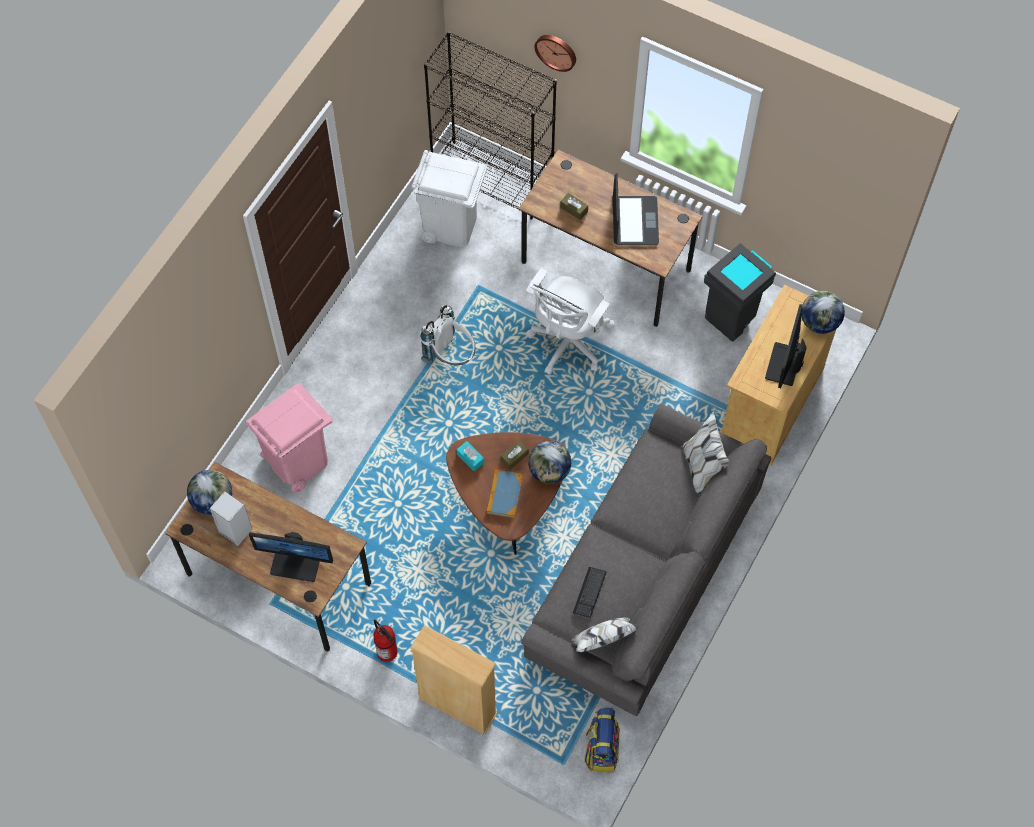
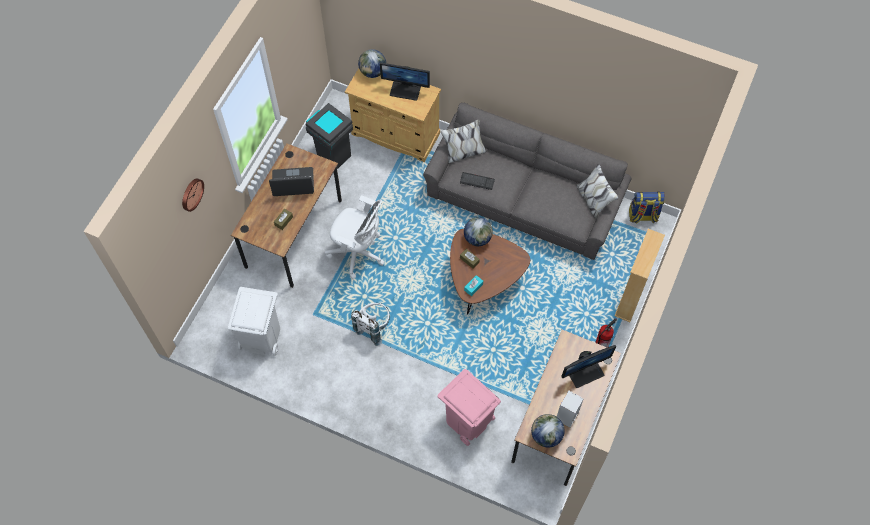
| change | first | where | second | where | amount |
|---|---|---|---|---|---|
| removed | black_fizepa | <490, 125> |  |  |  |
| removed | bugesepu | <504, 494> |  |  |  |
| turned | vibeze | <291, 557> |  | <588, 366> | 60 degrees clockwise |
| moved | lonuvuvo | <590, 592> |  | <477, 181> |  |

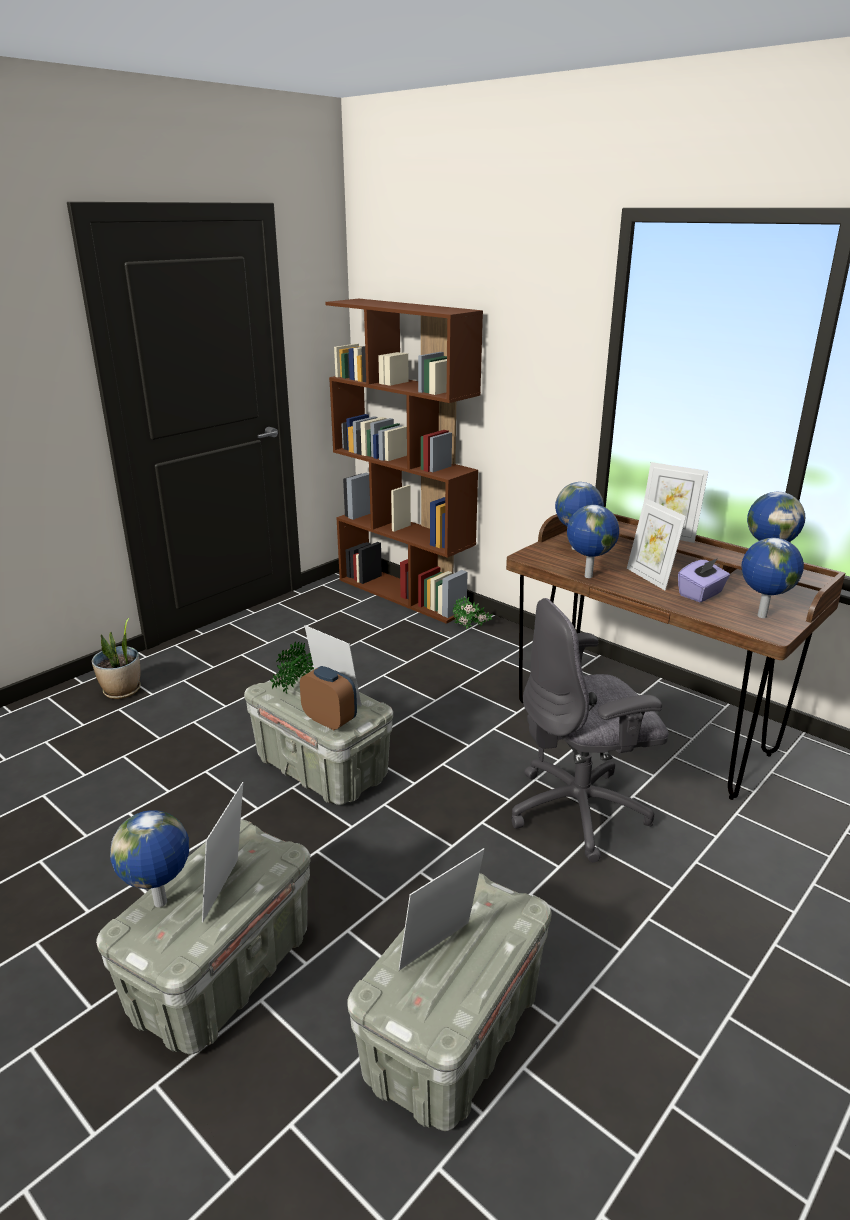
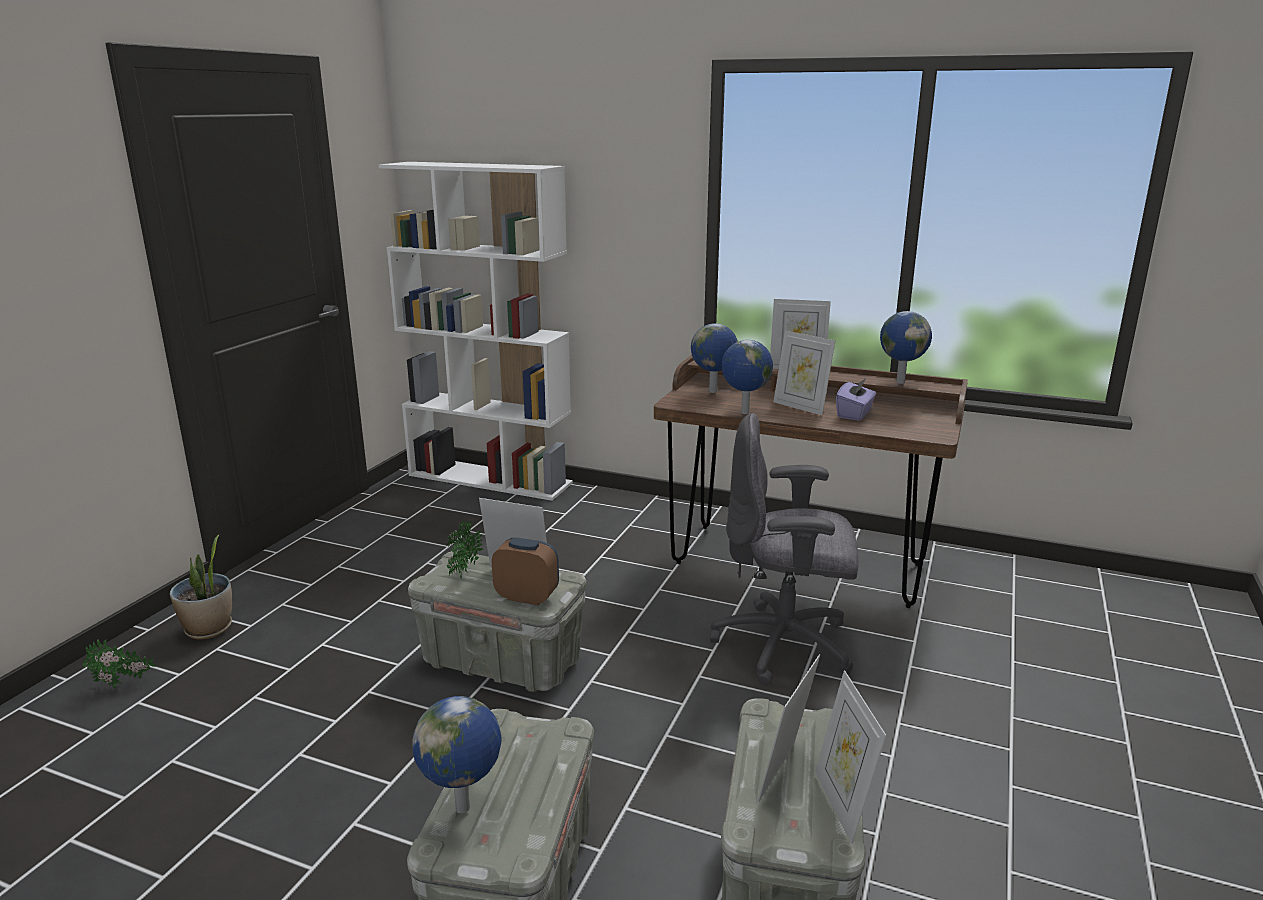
| change | first | where | second | where | amount |
|---|---|---|---|---|---|
| recoloured | brown_fizepa | <404, 461> | white_fizepa | <475, 331> |  |
| removed | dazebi | <772, 578> |  |  |  |
| moved | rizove | <473, 612> |  | <119, 664> |  |
| turned | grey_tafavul | <590, 730> |  | <784, 549> | 45 degrees clockwise |
| moved | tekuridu | <222, 852> |  | <850, 757> |  |

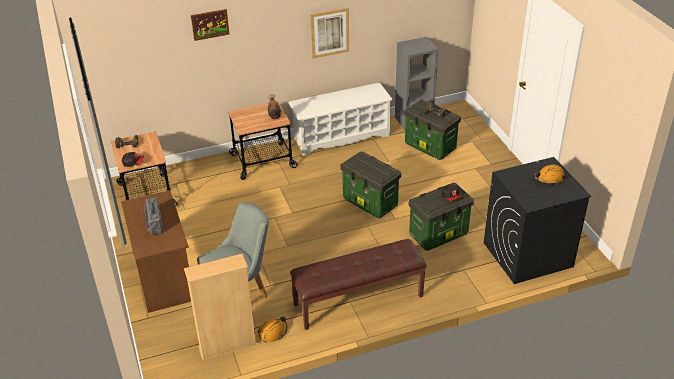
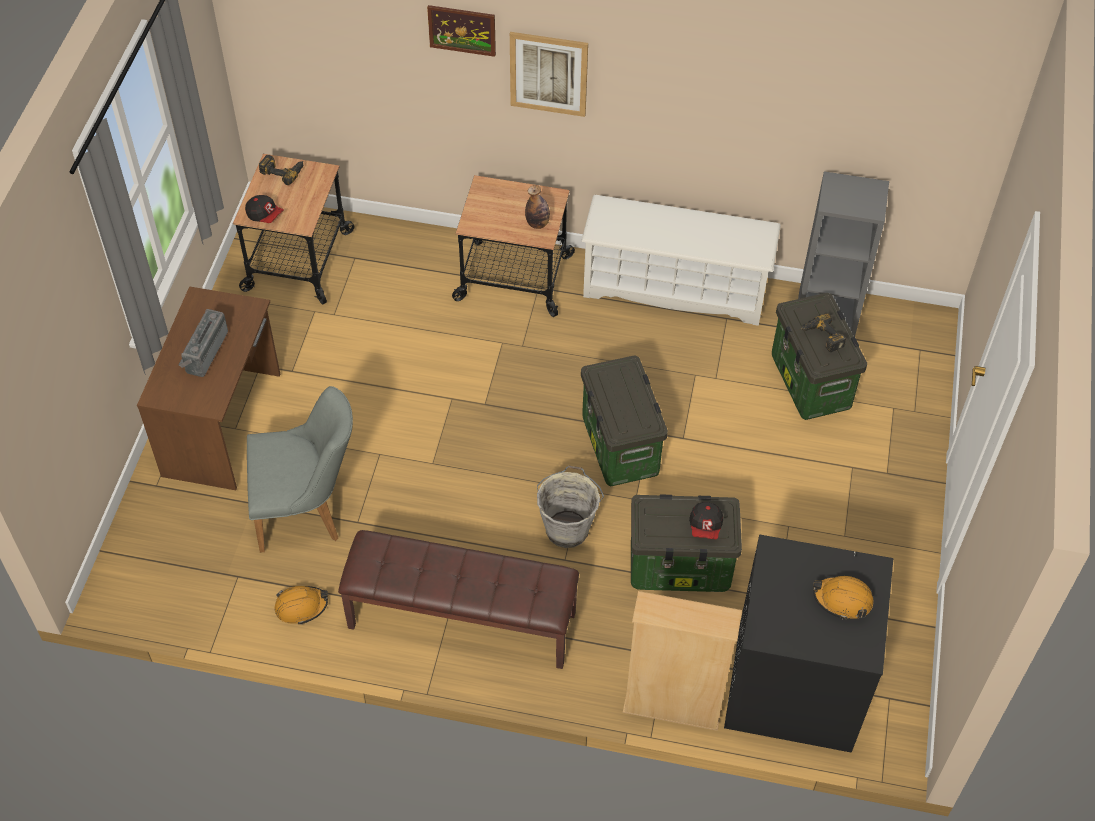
| change | first | where | second | where | amount |
|---|---|---|---|---|---|
| moved | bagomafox | <329, 33> |  | <549, 74> |  |
| moved | beige_fizepa | <220, 307> |  | <682, 661> |  |
| added |  |  | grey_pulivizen | <570, 506> |  |

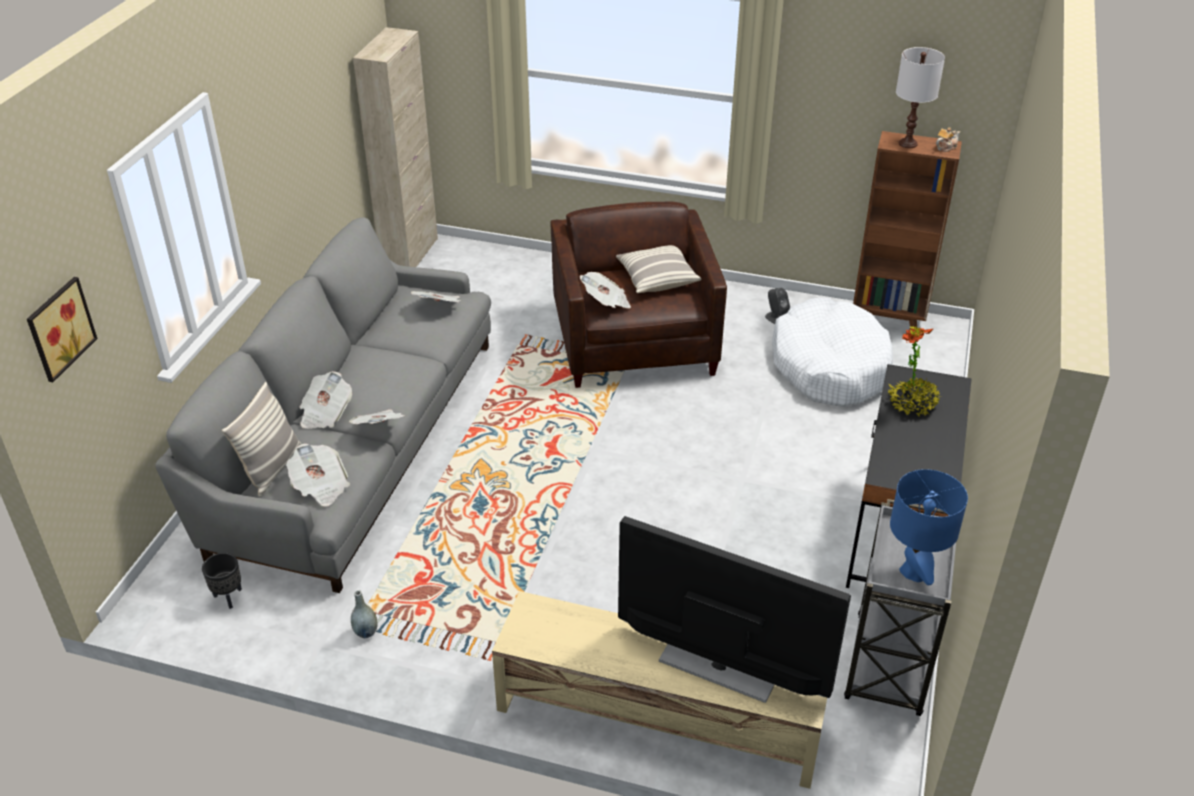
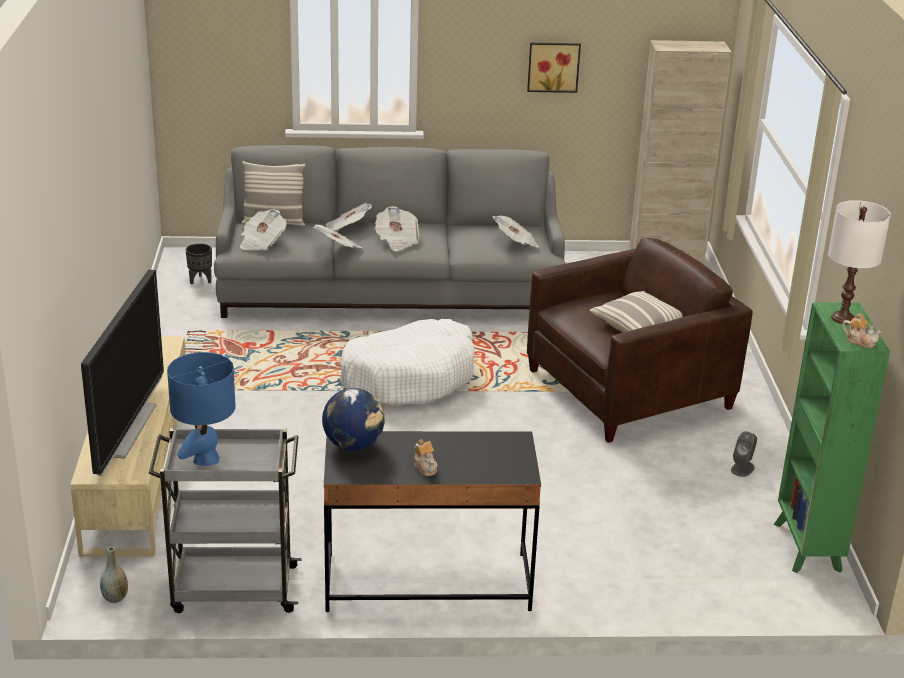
| change | first | where | second | where | amount |
|---|---|---|---|---|---|
| recoloured | brown_fizepa | <907, 229> | green_fizepa | <832, 437> |  |
| moved | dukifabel | <605, 290> |  | <397, 228> |  |
| moved | bagomafox | <62, 329> |  | <554, 68> |  |
| moved | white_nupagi | <832, 352> |  | <407, 362> |  |
| removed | rizove | <914, 371> |  |  |  |
| moved | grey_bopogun | <364, 614> |  | <114, 575> |  |
| added |  |  | dazebi | <353, 419> |  |
| added |  |  | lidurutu | <426, 457> |  |

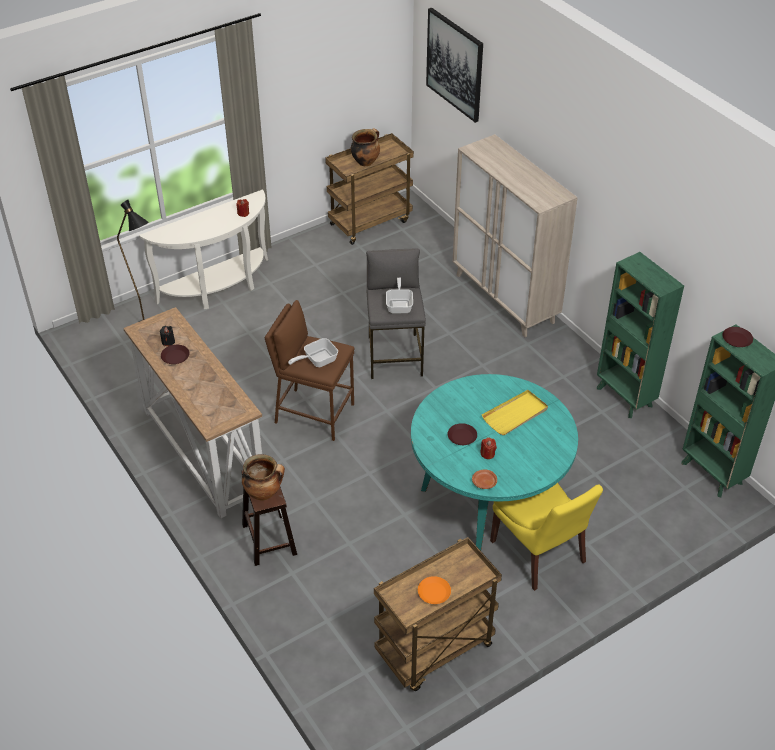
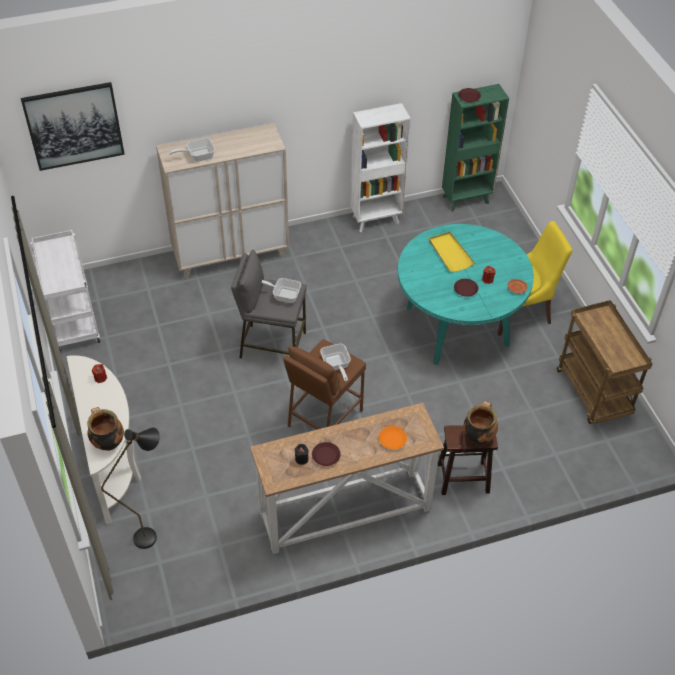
| change | first | where | second | where | amount |
|---|---|---|---|---|---|
| moved | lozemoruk | <365, 147> |  | <105, 429> |  |
| recoloured | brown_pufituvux | <369, 189> | white_pufituvux | <65, 291> |  |
| recoloured | green_fizepa | <640, 335> | white_fizepa | <381, 167> |  |
| moved | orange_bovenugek | <434, 590> |  | <393, 437> |  |
| added |  |  | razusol | <192, 150> |  |

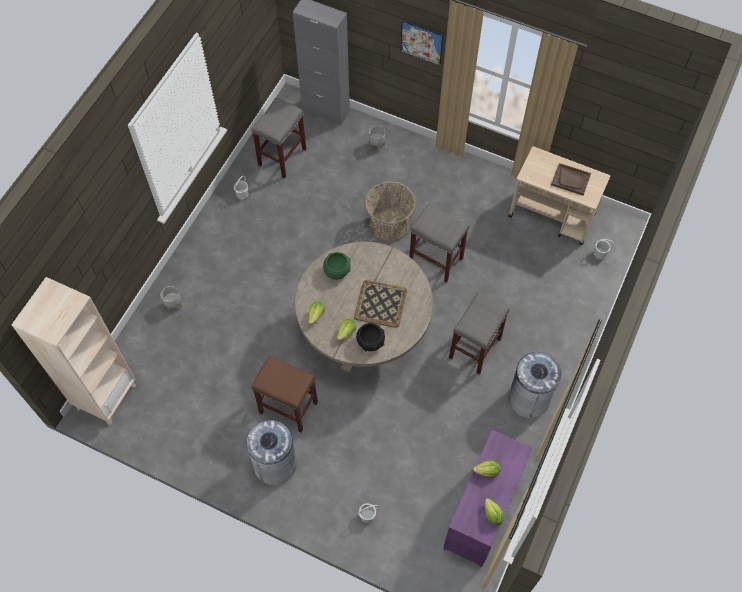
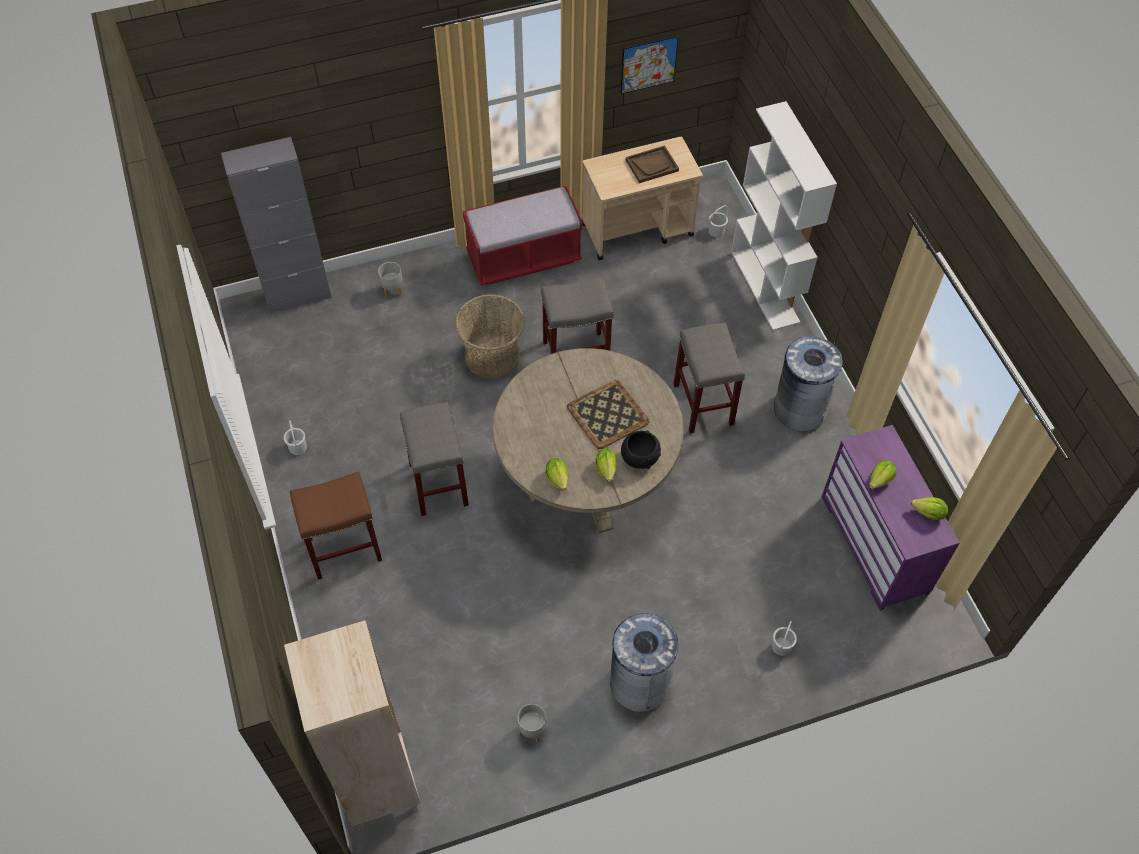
| change | first | where | second | where | amount |
|---|---|---|---|---|---|
| moved | bagomafox | <422, 43> |  | <650, 65> |  |
| moved | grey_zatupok | <278, 138> |  | <434, 459> |  |
| removed | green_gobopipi | <337, 266> |  |  |  |
| moved | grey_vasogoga | <171, 299> |  | <532, 723> |  |
| moved | brown_zatupok | <285, 394> |  | <336, 526> |  |
| added |  |  | white_fizepa | <784, 216> |  |
| added |  |  | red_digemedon | <523, 235> |  |

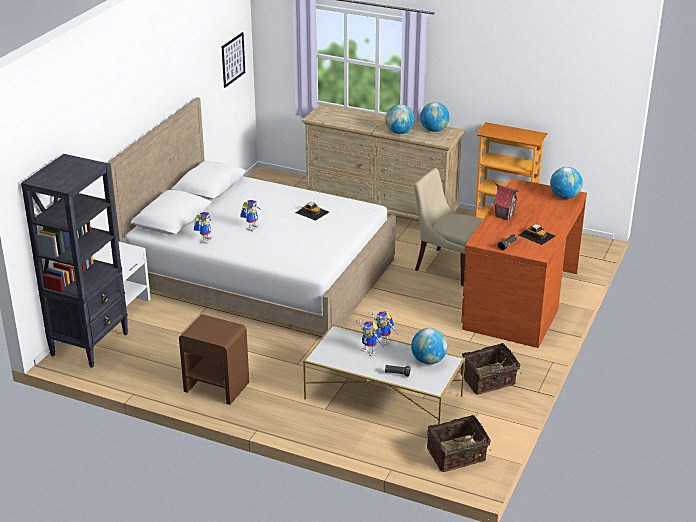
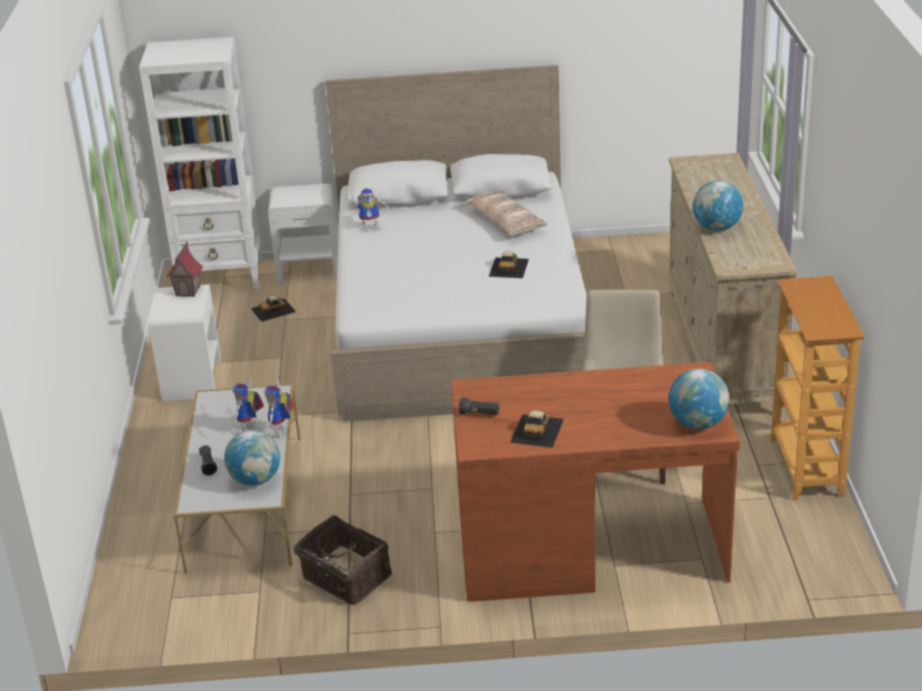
| change | first | where | second | where | amount |
|---|---|---|---|---|---|
| removed | bagomafox | <233, 60> |  |  |  |
| removed | dazebi | <435, 117> |  |  |  |
| recoloured | black_fizepa | <74, 261> | white_fizepa | <201, 164> |  |
| moved | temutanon | <506, 201> |  | <184, 269> |  |
| removed | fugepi | <250, 215> |  |  |  |
| recoloured | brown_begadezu | <214, 359> | white_begadezu | <184, 342> |  |
| removed | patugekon | <459, 443> |  |  |  |
| added |  |  | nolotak | <506, 213> |  |
| added |  |  | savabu | <273, 308> |  |

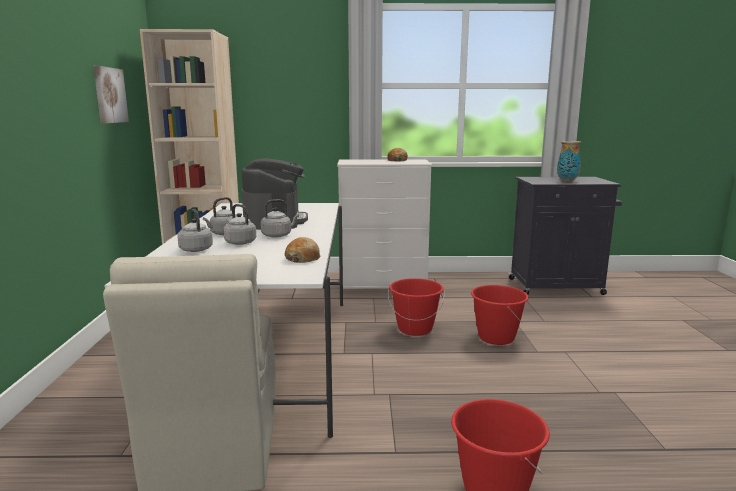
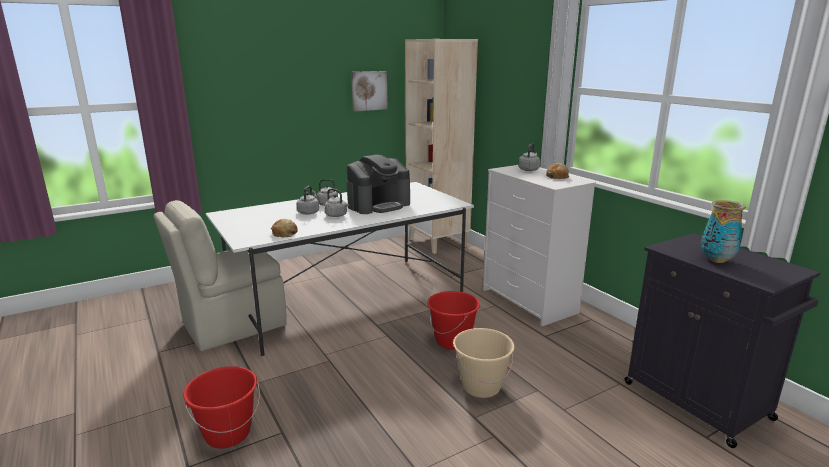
| change | first | where | second | where | amount |
|---|---|---|---|---|---|
| moved | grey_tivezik | <195, 230> |  | <529, 157> |  |
| recoloured | red_pulivizen | <500, 315> | beige_pulivizen | <484, 363> |  |

